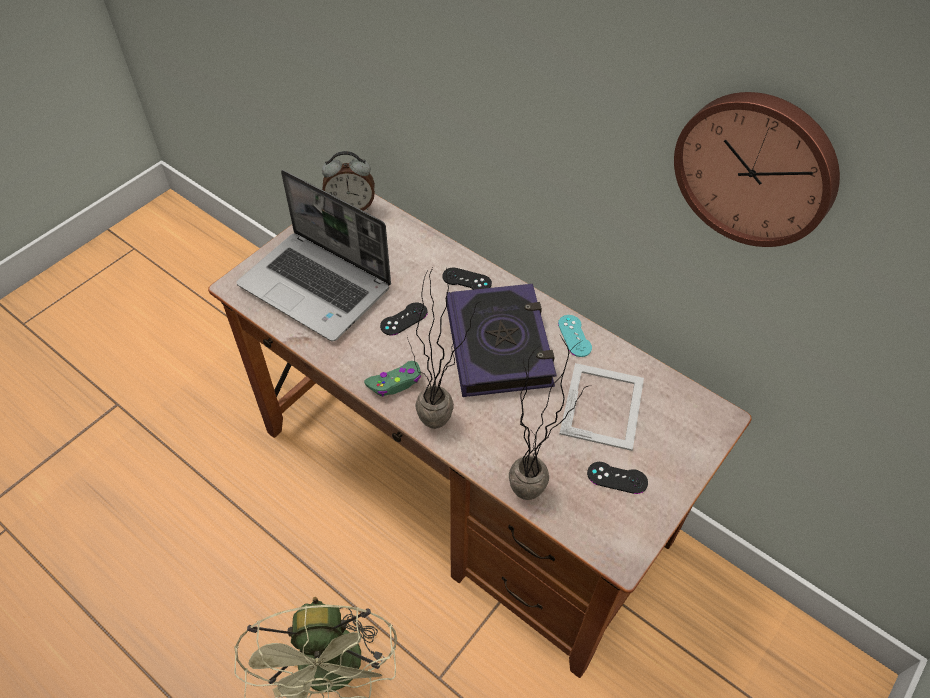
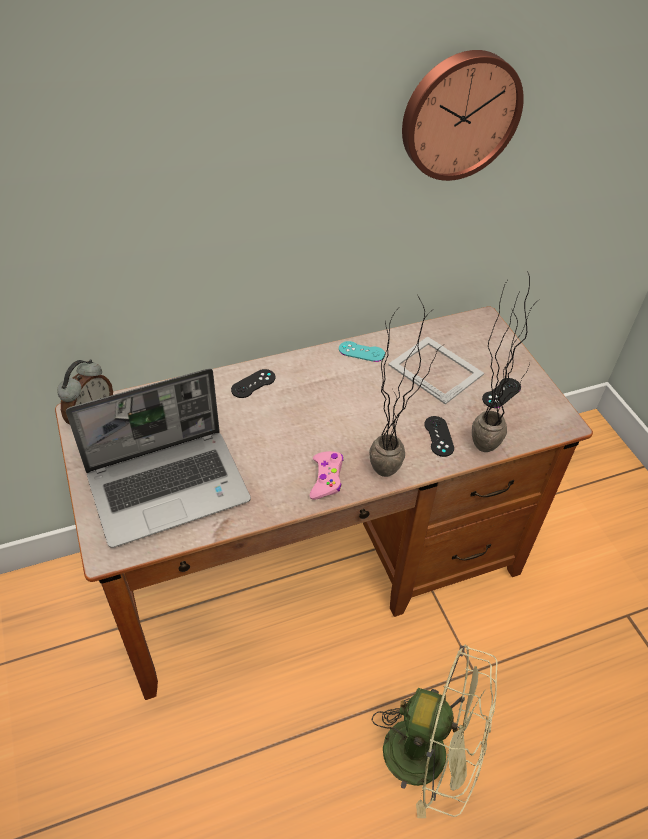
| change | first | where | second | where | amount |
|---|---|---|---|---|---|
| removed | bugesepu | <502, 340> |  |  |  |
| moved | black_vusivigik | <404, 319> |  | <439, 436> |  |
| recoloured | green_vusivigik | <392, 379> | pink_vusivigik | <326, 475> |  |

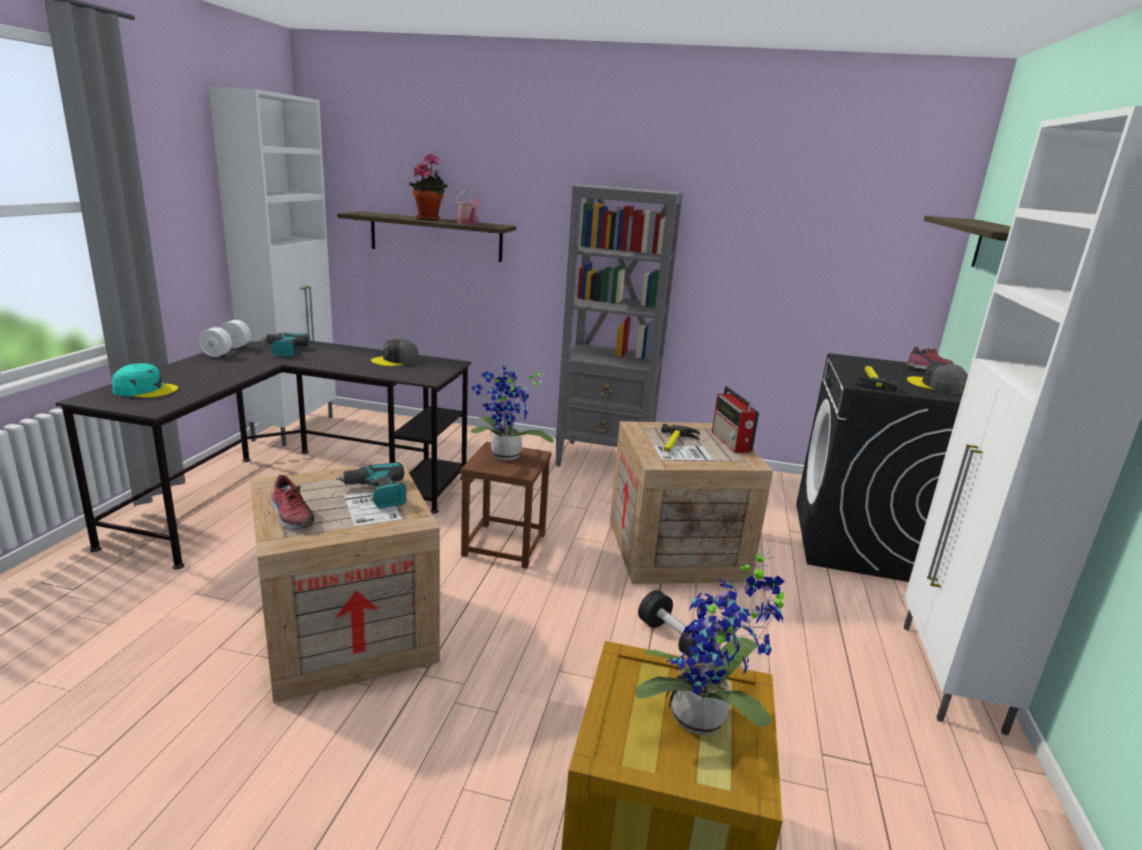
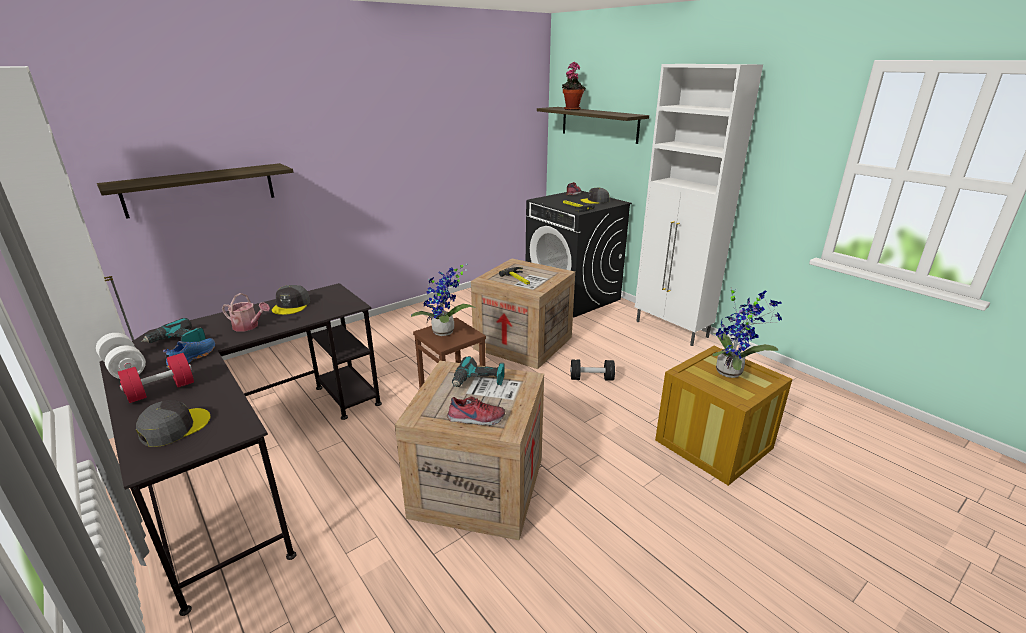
| change | first | where | second | where | amount |
|---|---|---|---|---|---|
| moved | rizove | <428, 186> |  | <574, 86> |  |
| removed | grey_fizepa | <619, 325> |  |  |  |
| moved | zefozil | <468, 207> |  | <246, 312> |  |
| recoloured | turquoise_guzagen | <145, 380> | grey_guzagen | <173, 423> |  |
| removed | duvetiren | <735, 420> |  |  |  |
| added |  |  | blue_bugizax | <189, 353> |  |
| added |  |  | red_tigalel | <156, 378> |  |

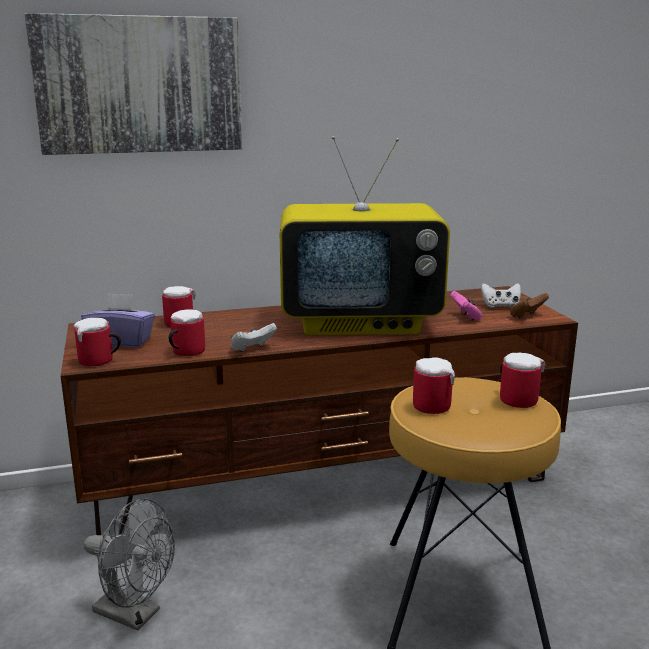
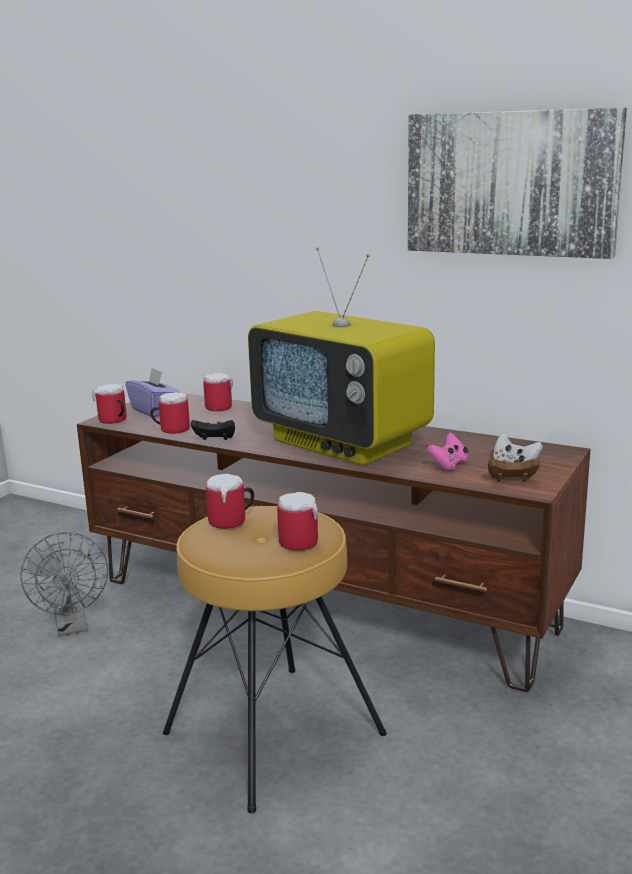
| change | first | where | second | where | amount |
|---|---|---|---|---|---|
| moved | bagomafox | <133, 84> |  | <517, 183> |  |
| recoloured | white_vusivigik | <254, 337> | black_vusivigik | <213, 430> |  |

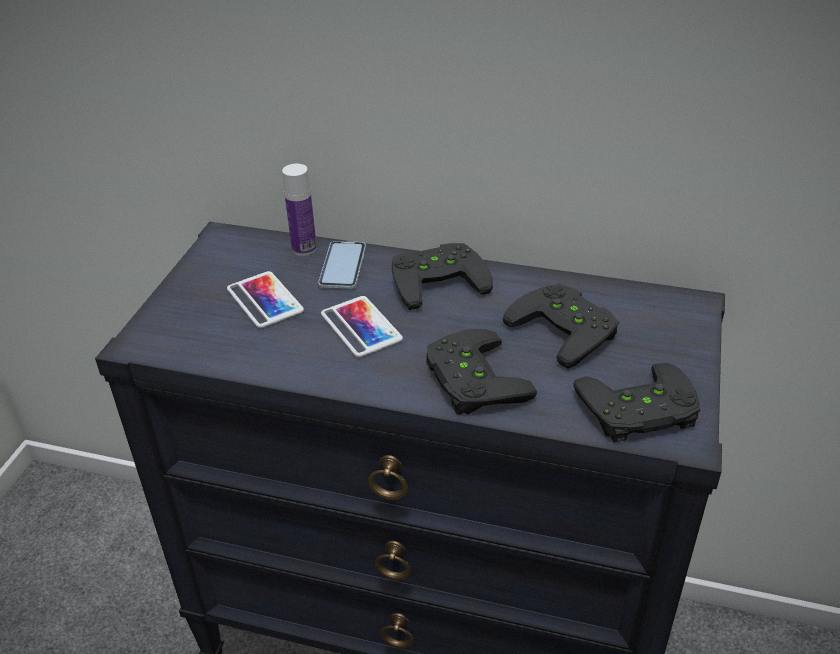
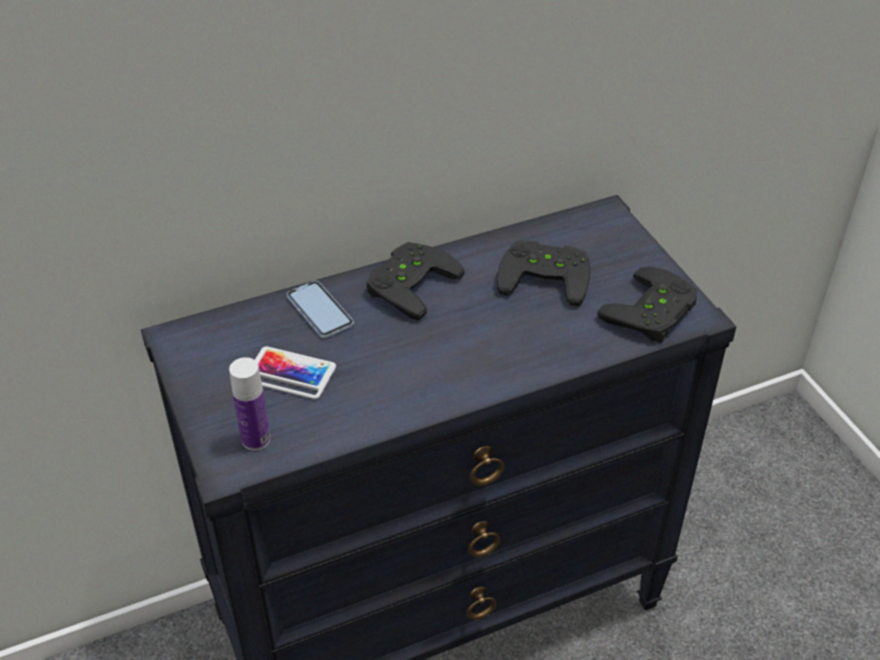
| change | first | where | second | where | amount |
|---|---|---|---|---|---|
| moved | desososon | <299, 210> |  | <249, 403> |  |
| removed | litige | <362, 326> |  |  |  |
| removed | black_vusivigik | <481, 372> |  |  |  |

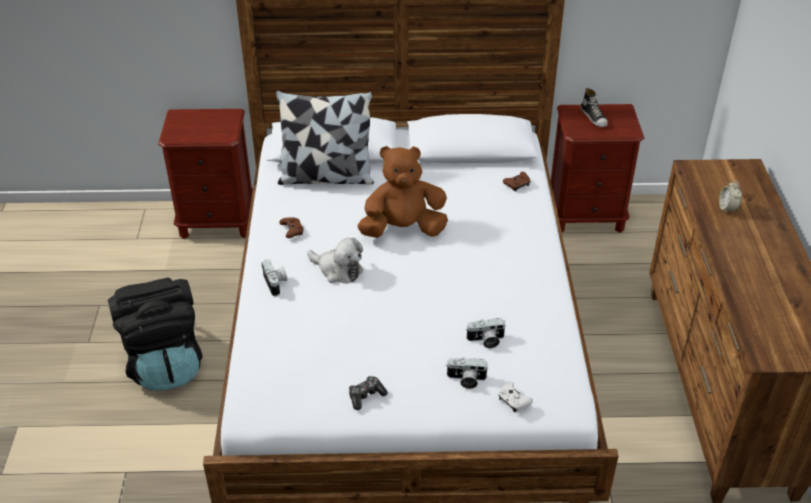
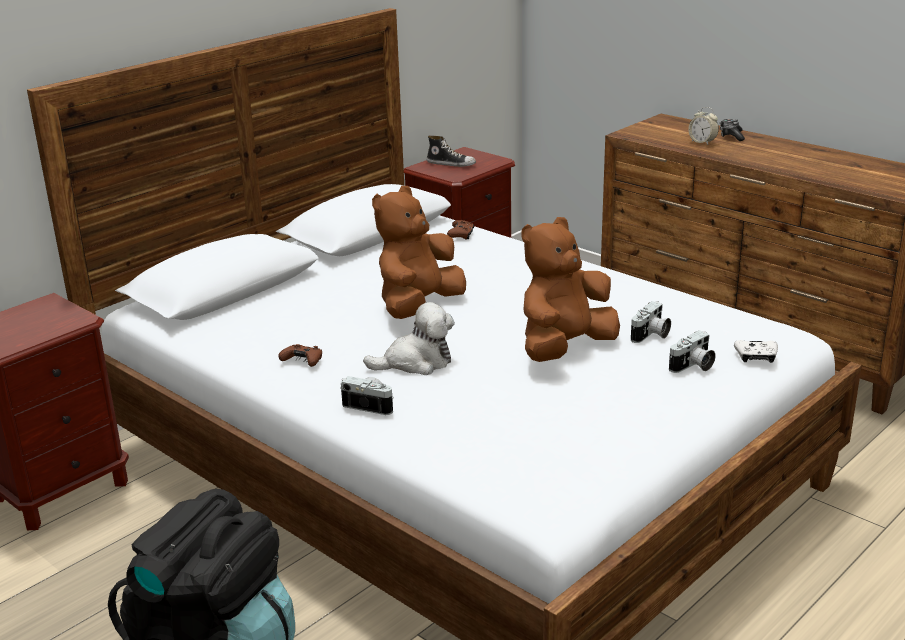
| change | first | where | second | where | amount |
|---|---|---|---|---|---|
| removed | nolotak | <325, 138> |  |  |  |
| moved | vusivigik | <368, 393> |  | <732, 130> |  |
| added |  |  | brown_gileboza | <571, 289> |  |

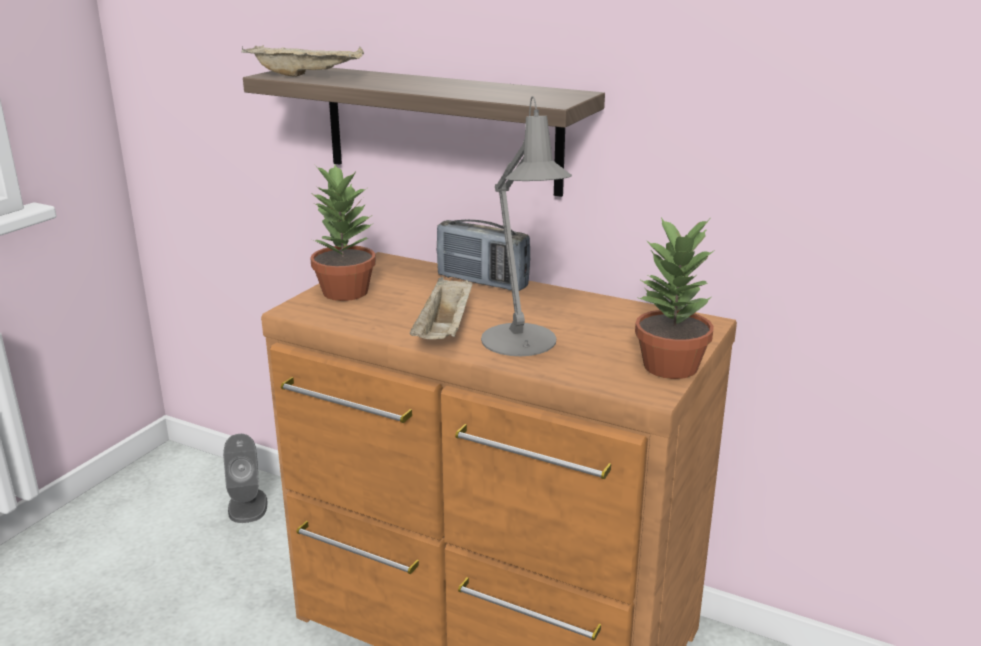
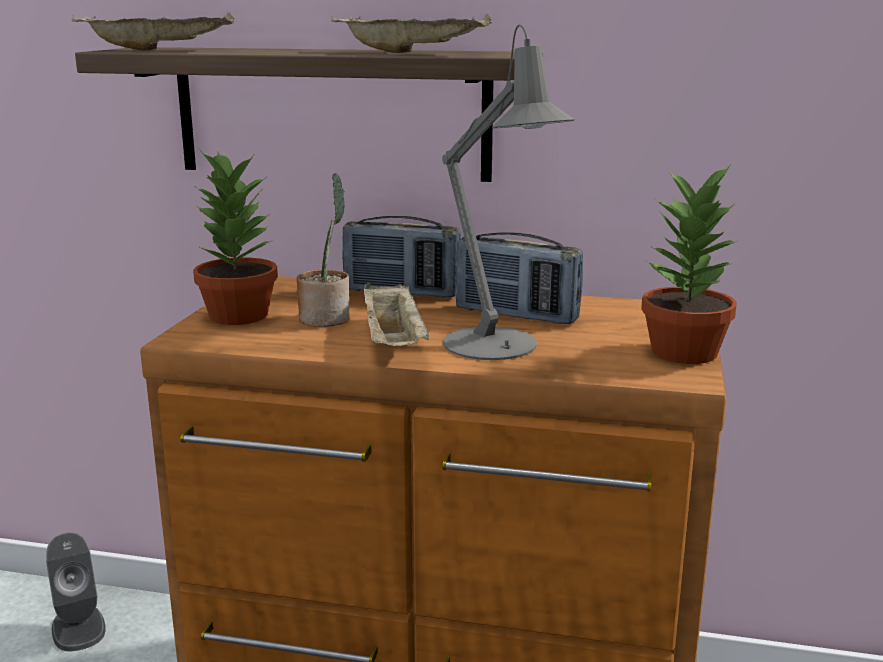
| change | first | where | second | where | amount |
|---|---|---|---|---|---|
| added |  |  | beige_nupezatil | <411, 33> |  |
| added |  |  | rizove | <323, 250> |  |
| added |  |  | duvetiren | <519, 278> |  |

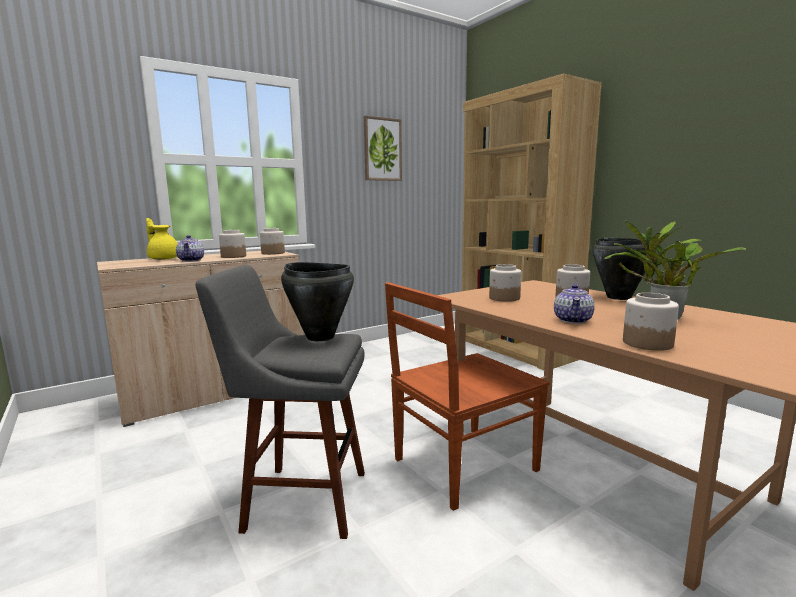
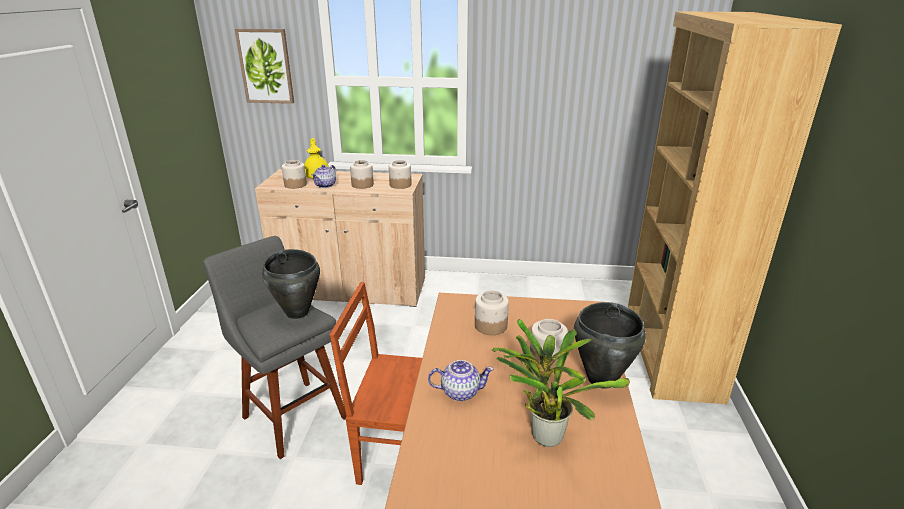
| change | first | where | second | where | amount |
|---|---|---|---|---|---|
| moved | bagomafox | <383, 148> |  | <264, 66> |  |
| turned | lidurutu | <574, 304> |  | <461, 380> | 150 degrees counterclockwise |
| moved | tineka | <651, 322> |  | <294, 174> |  |

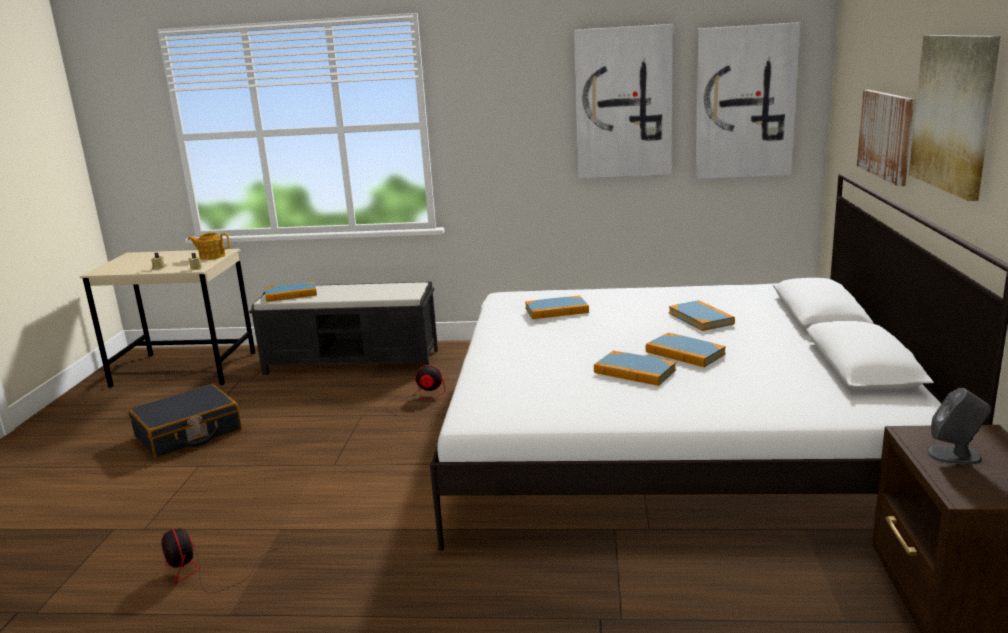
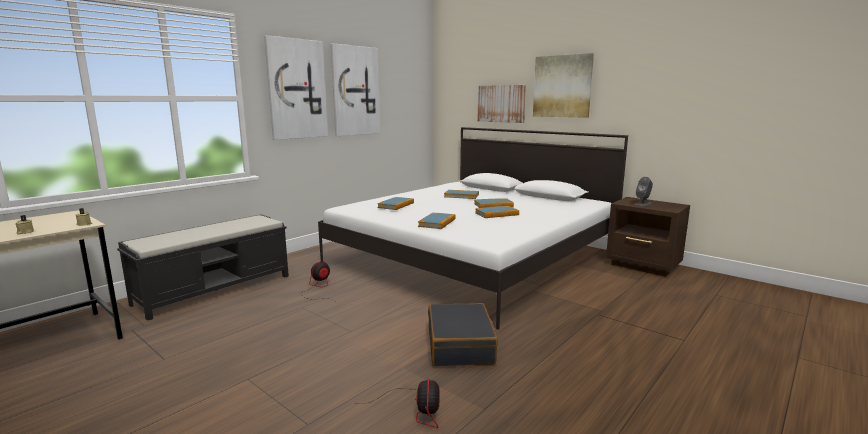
| change | first | where | second | where | amount |
|---|---|---|---|---|---|
| moved | bagomafox | <747, 100> |  | <296, 87> |  |
| removed | lidurutu | <209, 246> |  |  |  |
| moved | bugesepu | <291, 291> |  | <437, 221> |  |
| moved | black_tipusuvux | <185, 421> |  | <463, 334> |  |
| turned | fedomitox | <219, 560> |  | <397, 403> | 90 degrees counterclockwise |

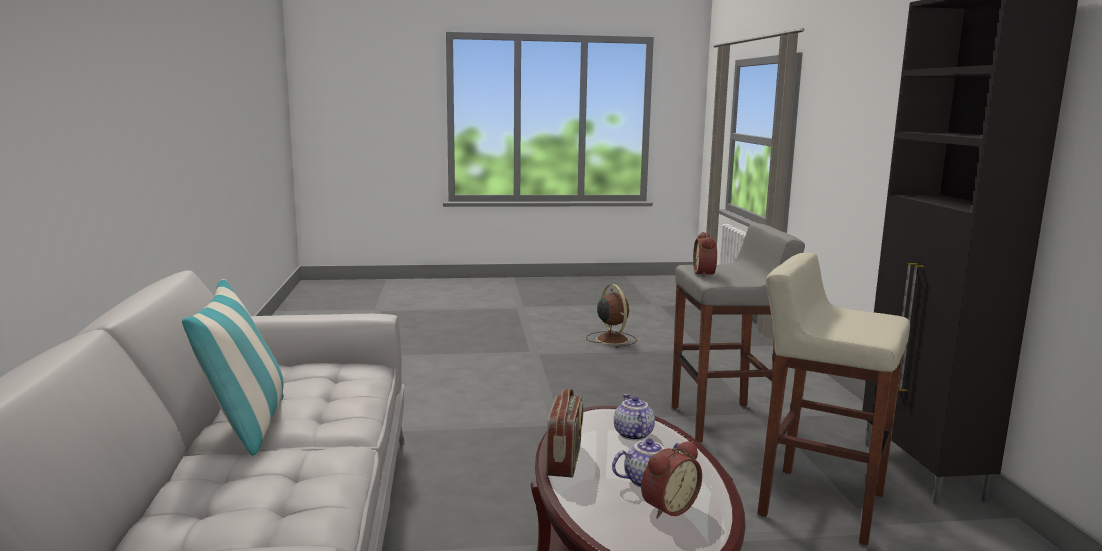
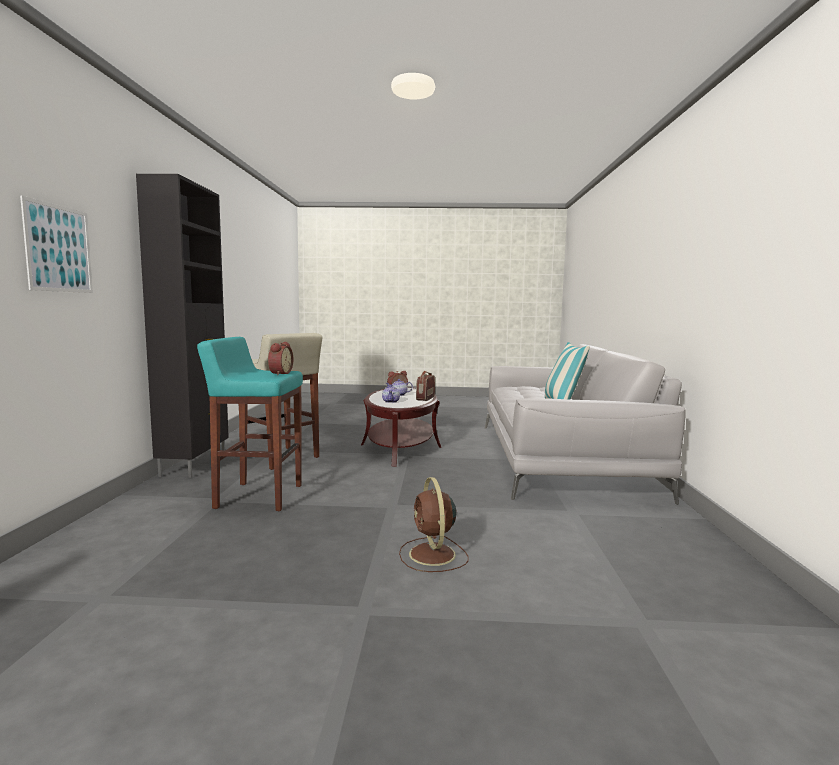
| change | first | where | second | where | amount |
|---|---|---|---|---|---|
| recoloured | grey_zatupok | <738, 333> | turquoise_zatupok | <250, 424> |  |
| moved | brown_fedomitox | <611, 316> |  | <434, 524> |  |
| added |  |  | bagomafox | <56, 244> |  |

